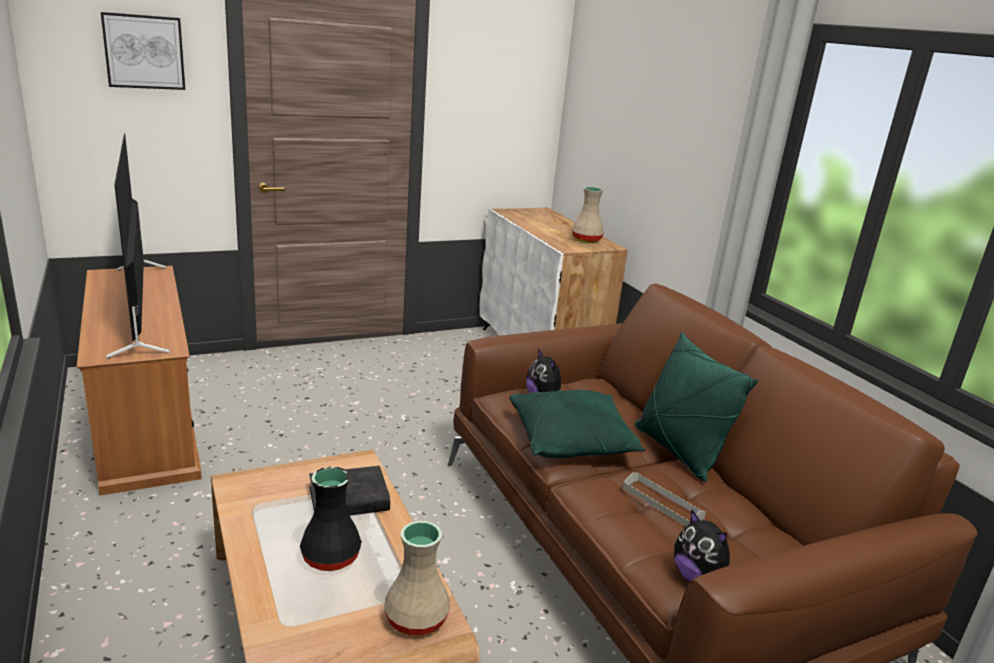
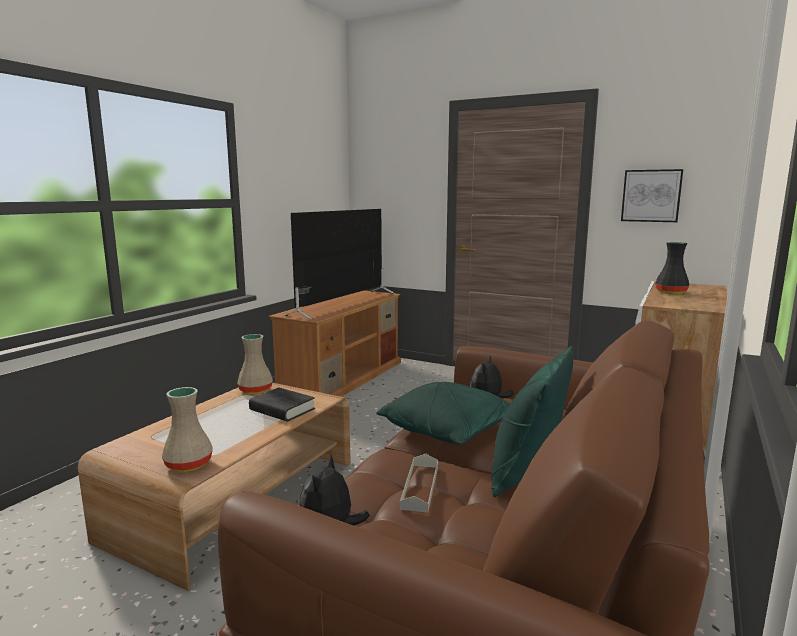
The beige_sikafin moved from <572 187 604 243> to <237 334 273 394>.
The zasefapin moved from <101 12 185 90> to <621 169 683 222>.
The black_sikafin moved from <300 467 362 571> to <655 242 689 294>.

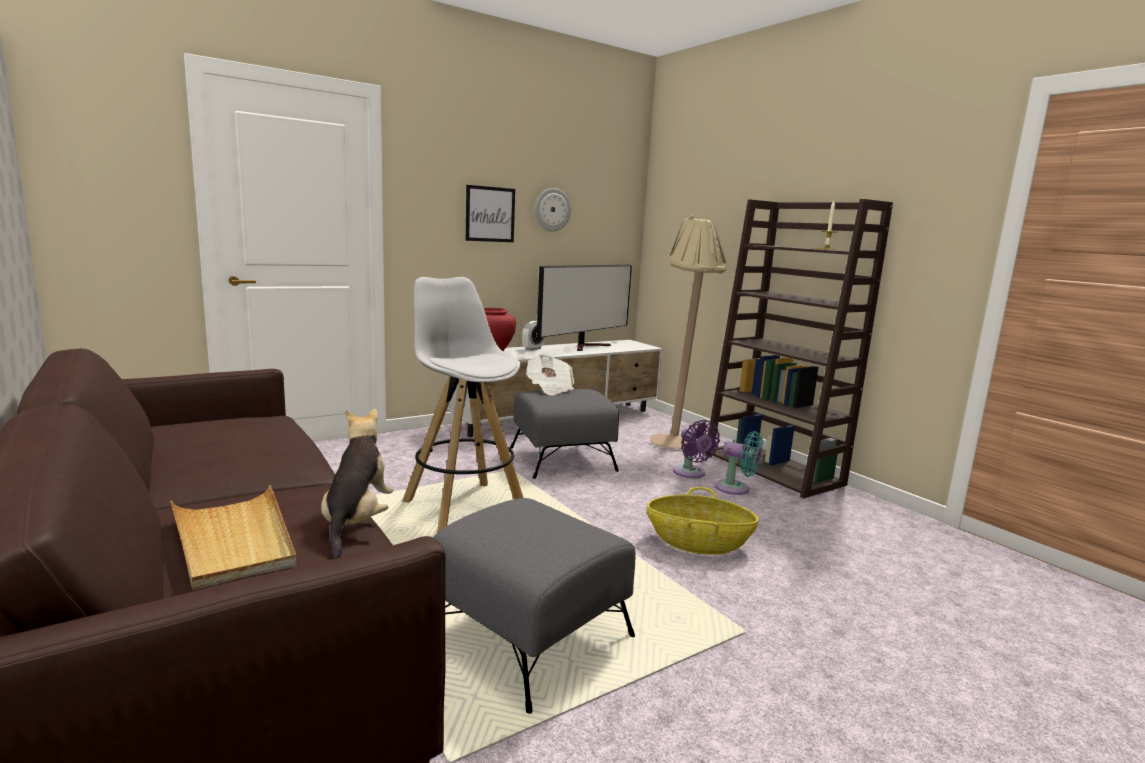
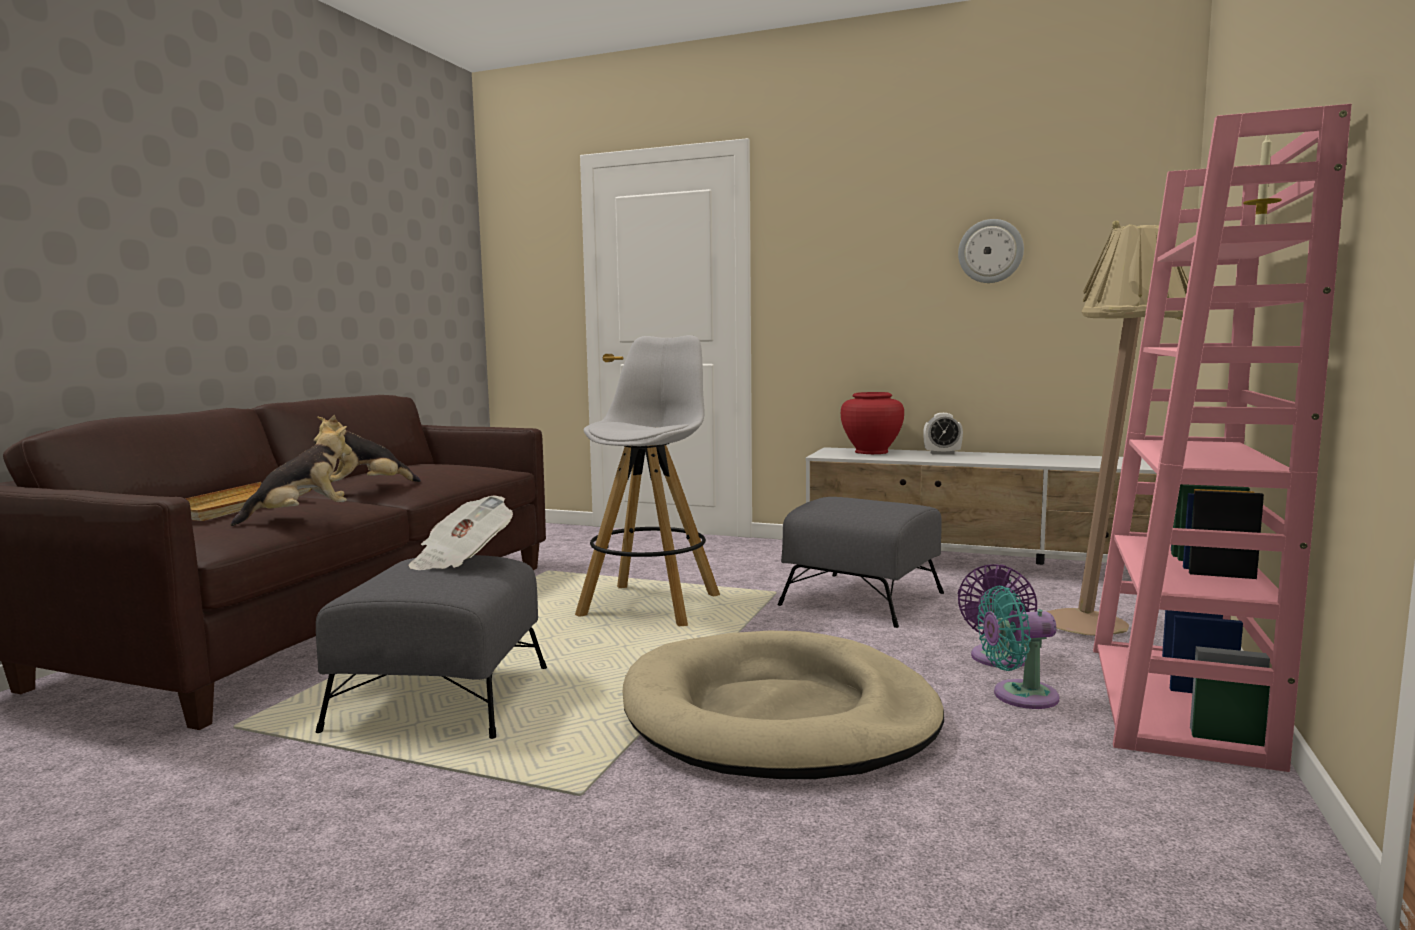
The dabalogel at <314 415 421 482> appeared.
The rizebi moved from <526 354 574 395> to <408 496 513 570>.
The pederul at <646 487 759 555> was replaced by the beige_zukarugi at <623 631 944 779>.
The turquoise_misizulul at <715 431 763 495> turned 90 degrees clockwise.
The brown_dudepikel at <705 199 893 499> became the pink_dudepikel at <1093 104 1352 772>.
The zasefapin at <466 185 515 242> disappeared.
The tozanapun at <537 265 632 351> disappeared.

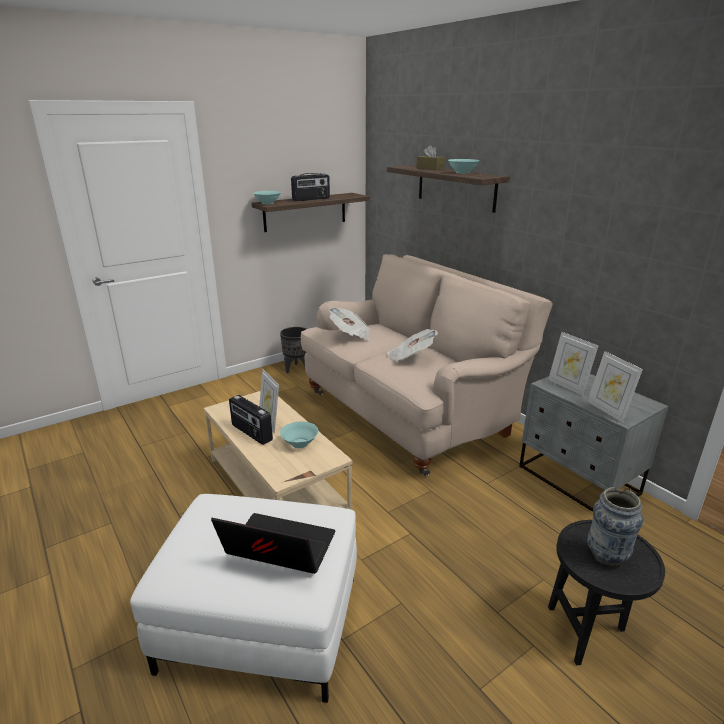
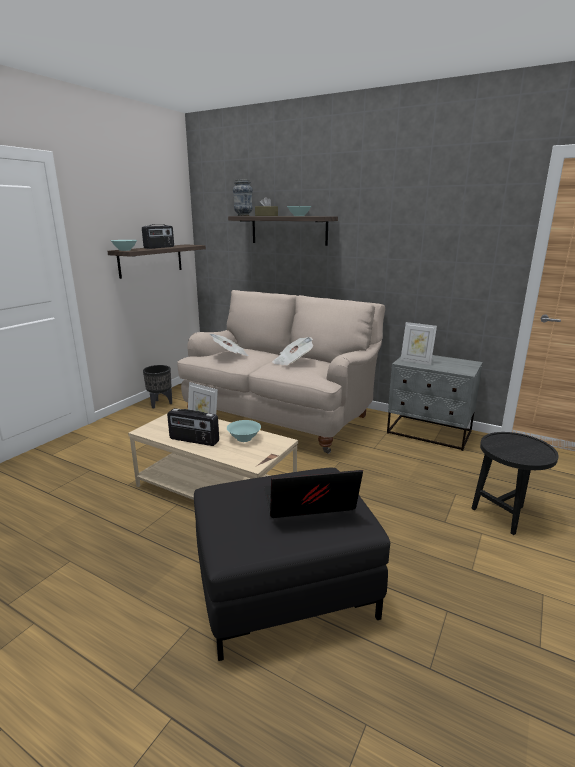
The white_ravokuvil at <130 494 357 703> became the black_ravokuvil at <194 468 390 661>.
The sikafin moved from <587 487 643 567> to <233 179 253 216>.
The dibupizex at <587 351 643 423> disappeared.

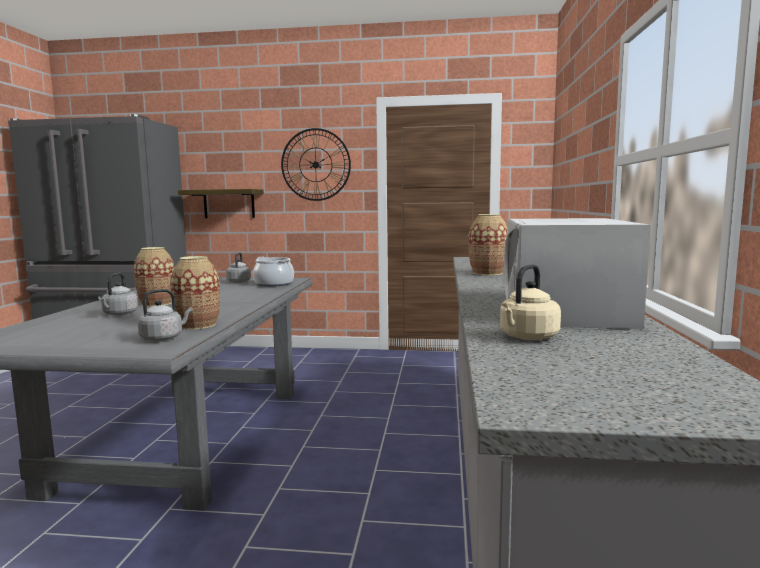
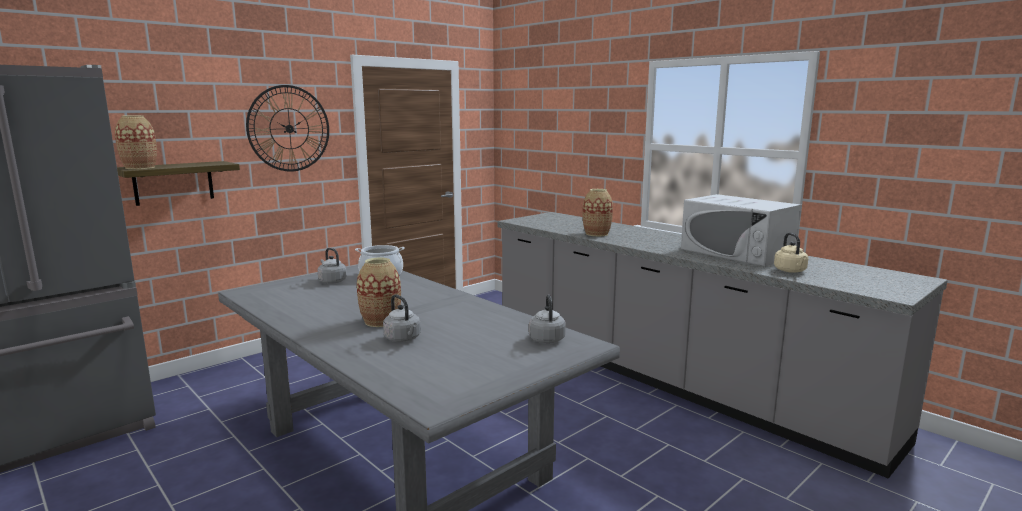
The sikafin moved from <170 256 220 330> to <115 115 157 169>.

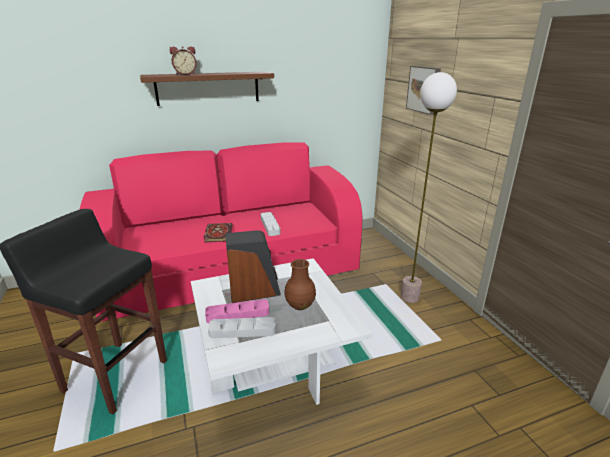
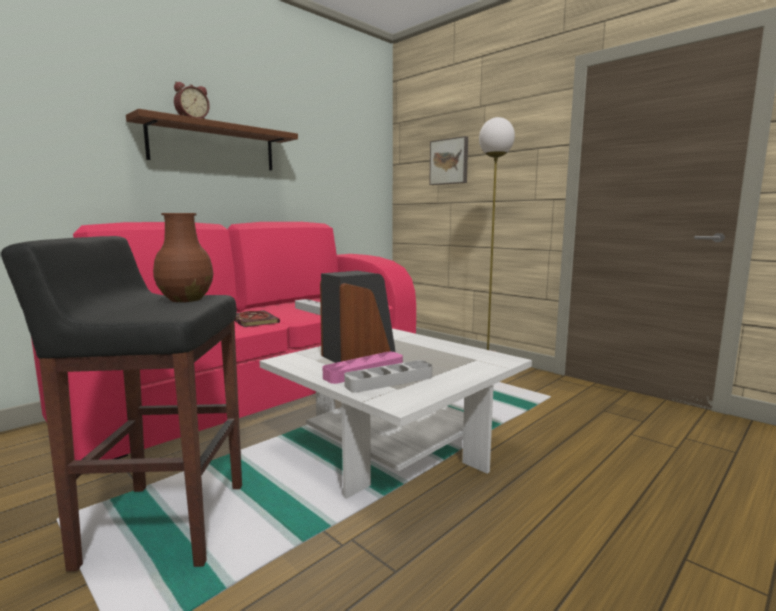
The brown_sikafin moved from <284 259 316 310> to <153 213 213 302>.

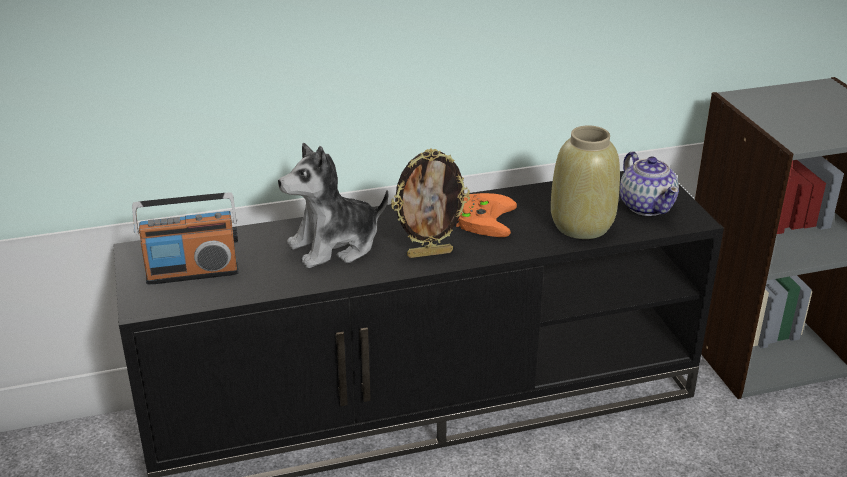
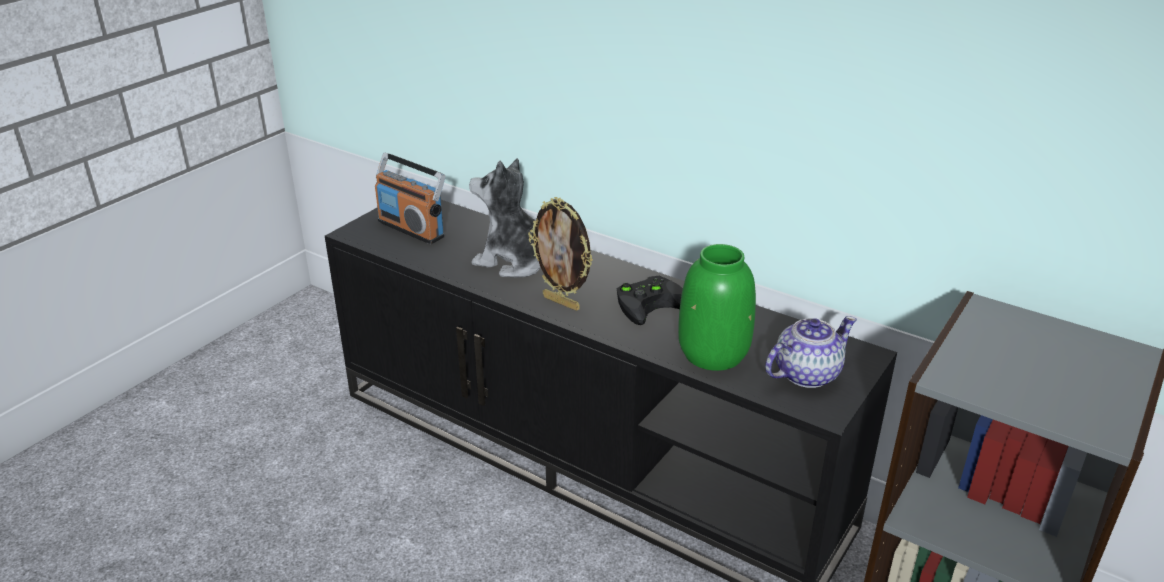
The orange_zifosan at <456 193 517 237> became the black_zifosan at <617 276 683 325>.
The beige_sikafin at <551 126 620 239> became the green_sikafin at <678 244 756 371>.
The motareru at <620 152 679 216> turned 150 degrees counterclockwise.

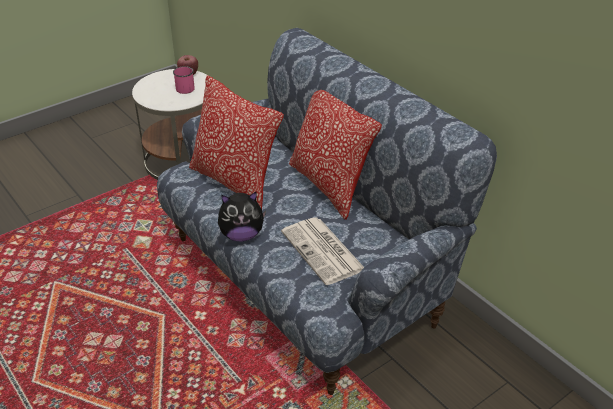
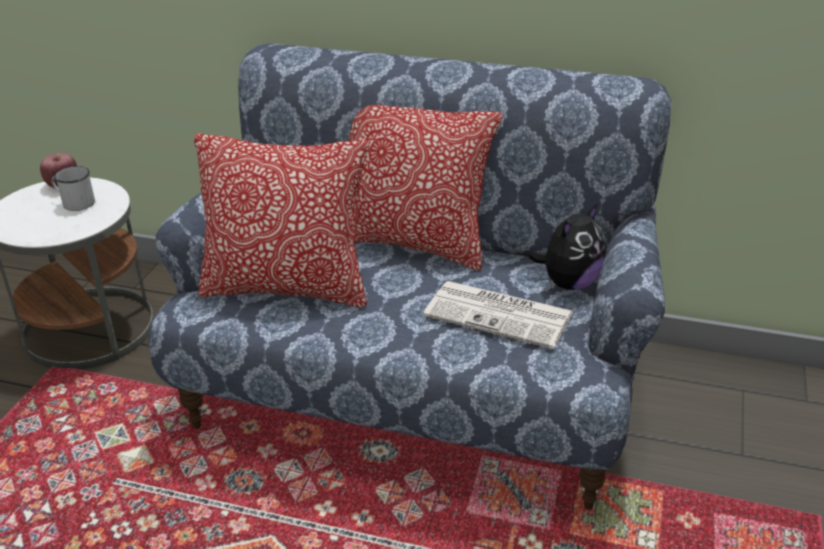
The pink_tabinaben at <173 66 195 94> became the white_tabinaben at <51 166 95 211>.
The dabalogel moved from <218 191 266 241> to <529 203 607 290>.

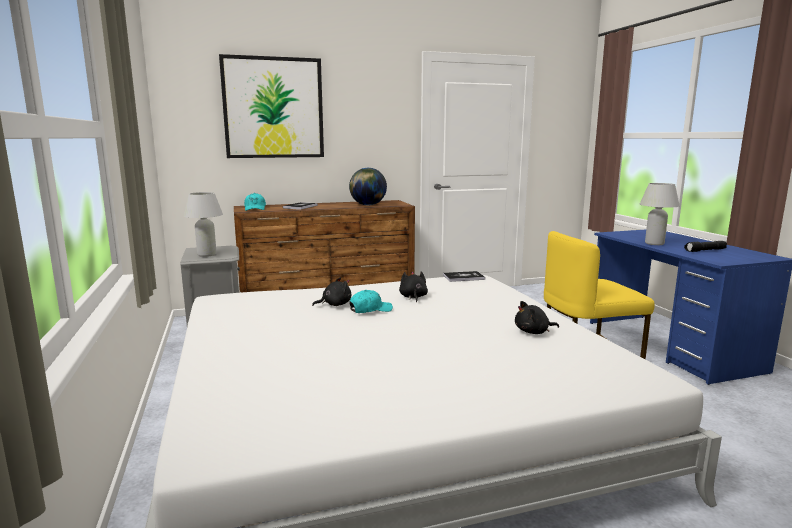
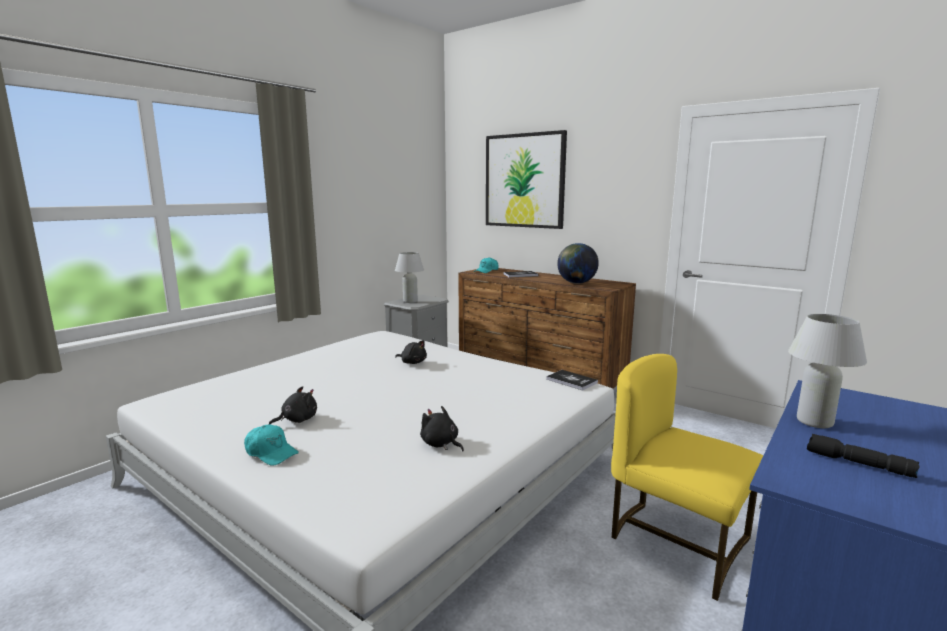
The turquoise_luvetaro moved from <349 290 393 313> to <244 425 299 466>.
The black_dabalogel moved from <399 271 428 302> to <269 386 317 425>.

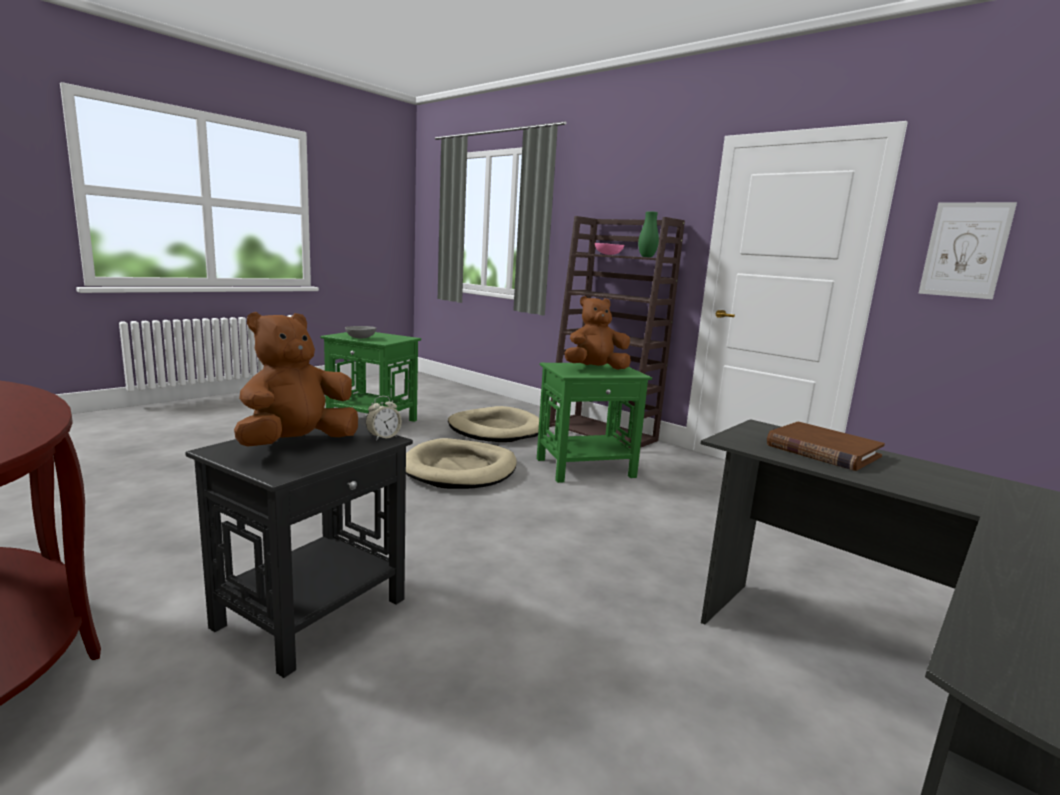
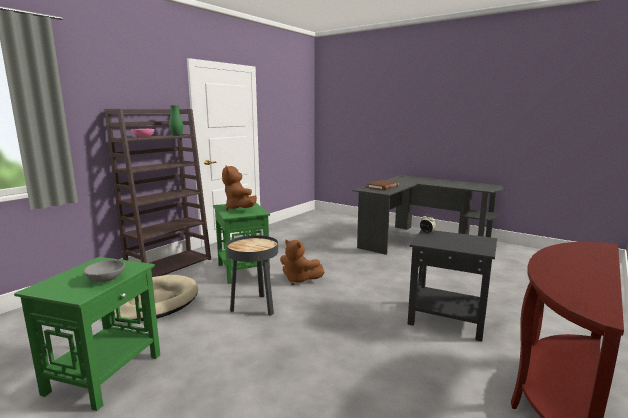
The beige_zukarugi at <406 438 517 489> was replaced by the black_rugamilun at <227 235 278 316>.
The brown_dabalogel moved from <234 312 358 446> to <280 240 324 285>.
The zasefapin at <918 202 1017 299> disappeared.

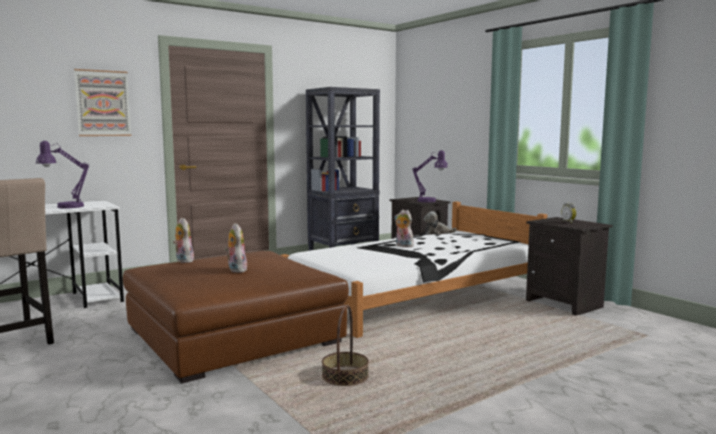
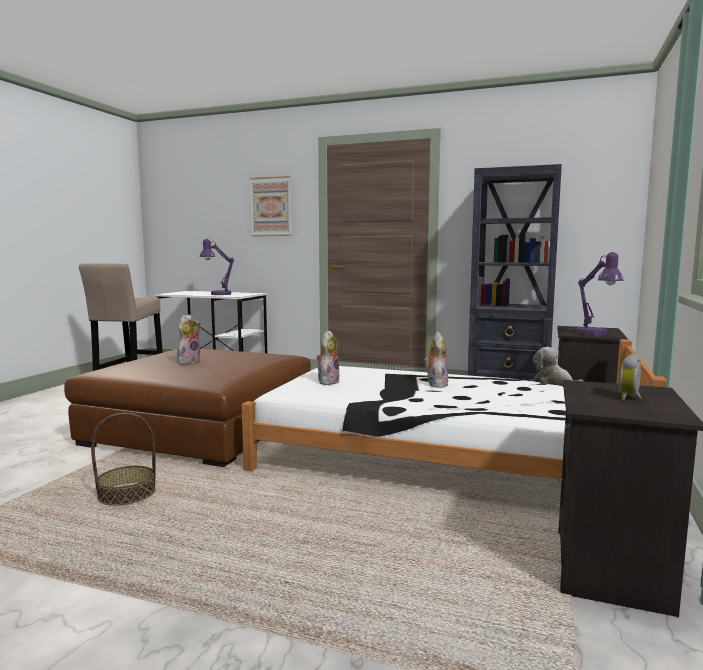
The dabalogel moved from <173 218 194 263> to <316 330 339 385>.

